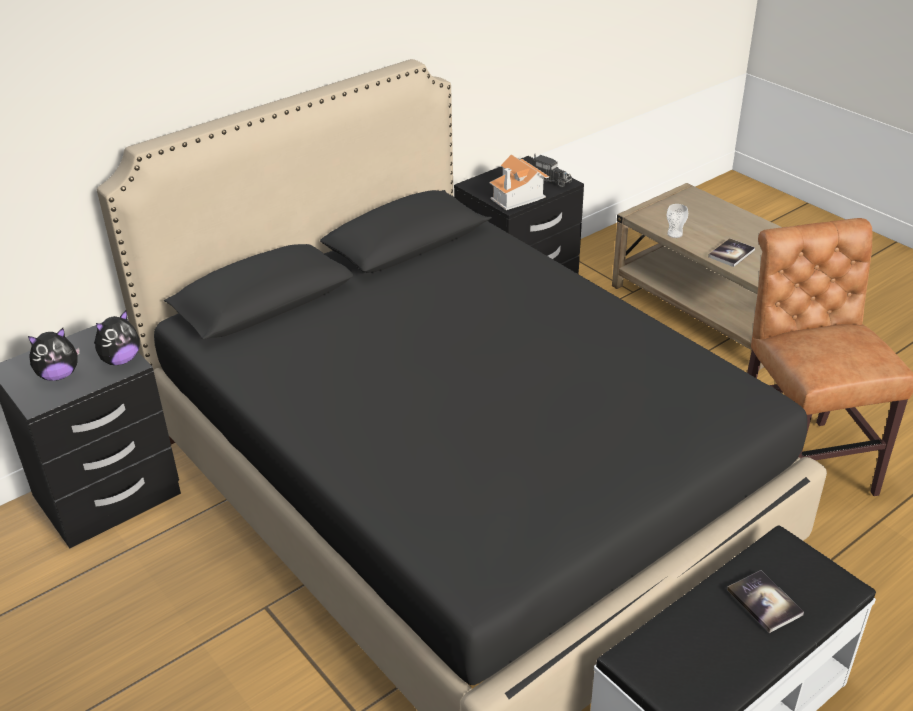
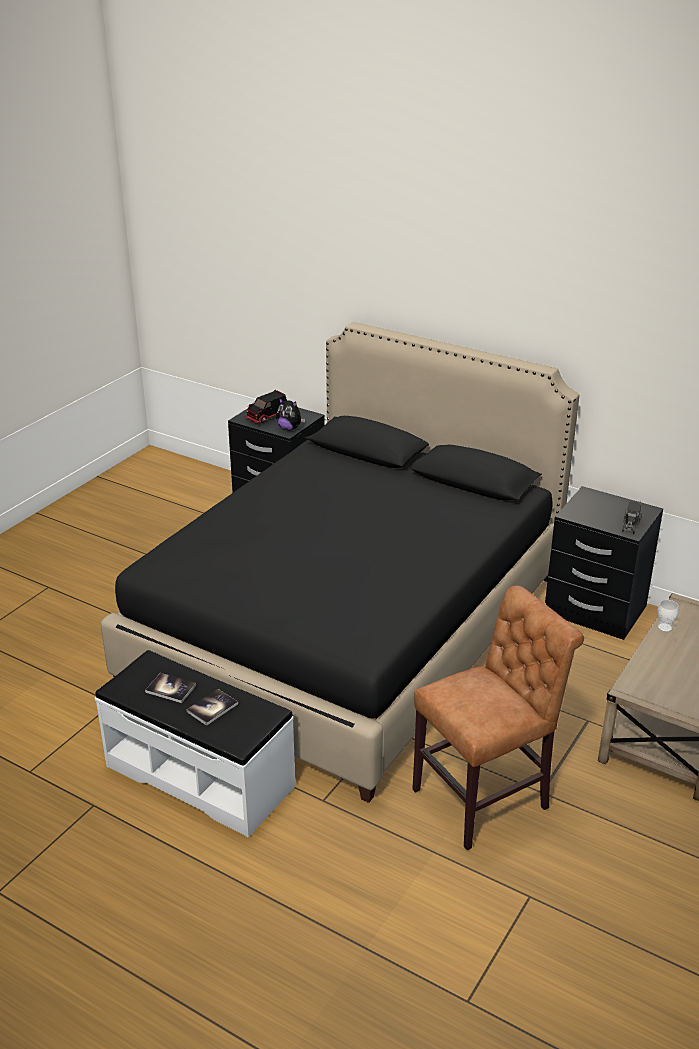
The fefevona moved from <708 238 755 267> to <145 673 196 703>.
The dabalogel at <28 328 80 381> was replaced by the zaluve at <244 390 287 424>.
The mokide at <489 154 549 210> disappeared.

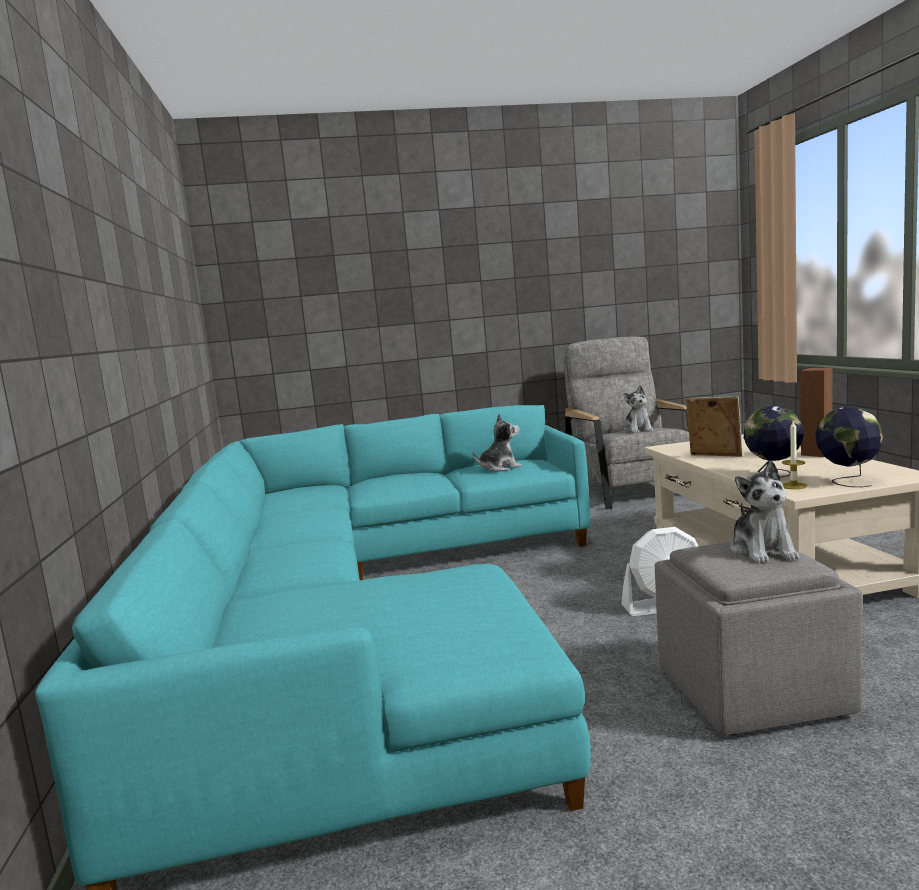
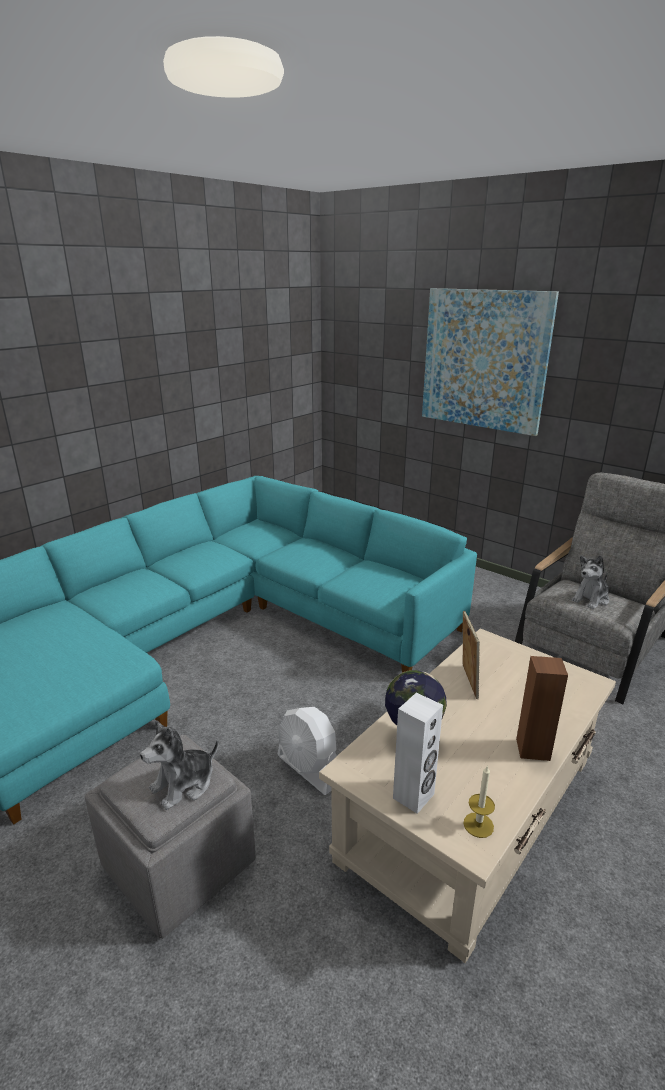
The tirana at <815 407 883 487> was replaced by the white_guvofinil at <393 693 443 814>.
The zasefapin at <422 288 559 436> appeared.
The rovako moved from <782 421 808 489> to <464 765 495 838>.
The dabalogel at <473 414 522 472> disappeared.

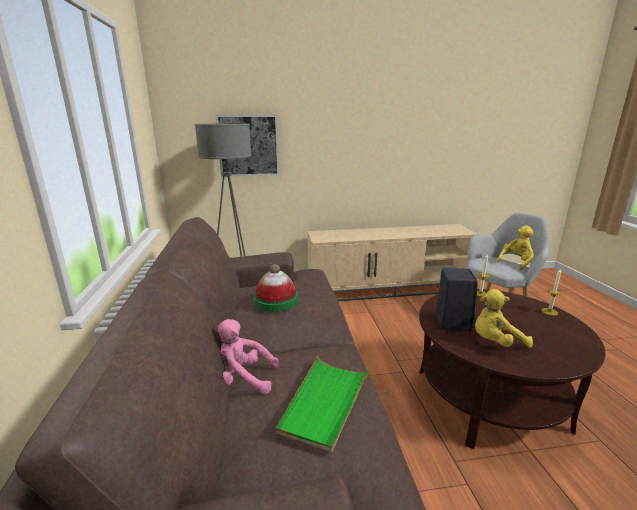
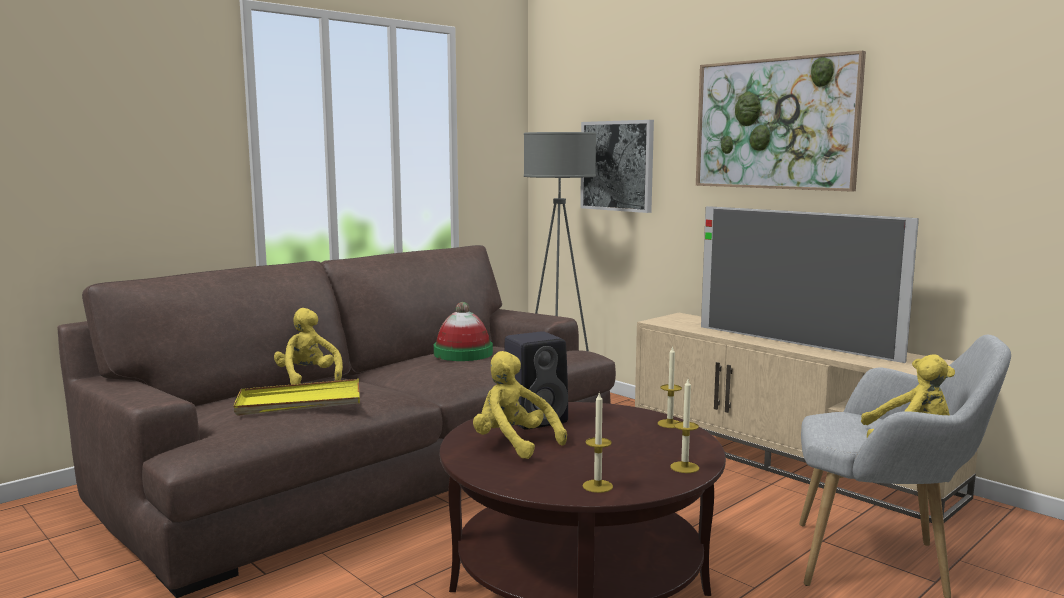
The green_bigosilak at <276 356 370 452> became the yellow_bigosilak at <234 379 360 416>.
The pink_dabalogel at <215 319 279 394> became the yellow_dabalogel at <274 308 343 385>.
The rovako at <583 393 613 493> appeared.
The zasefapin at <696 51 866 192> appeared.
The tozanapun at <701 206 919 363> appeared.

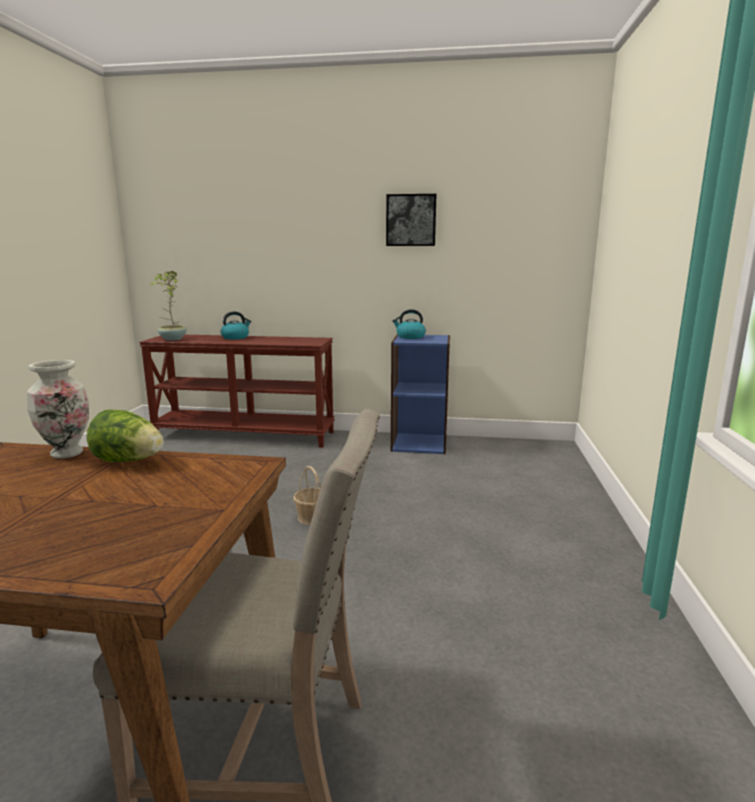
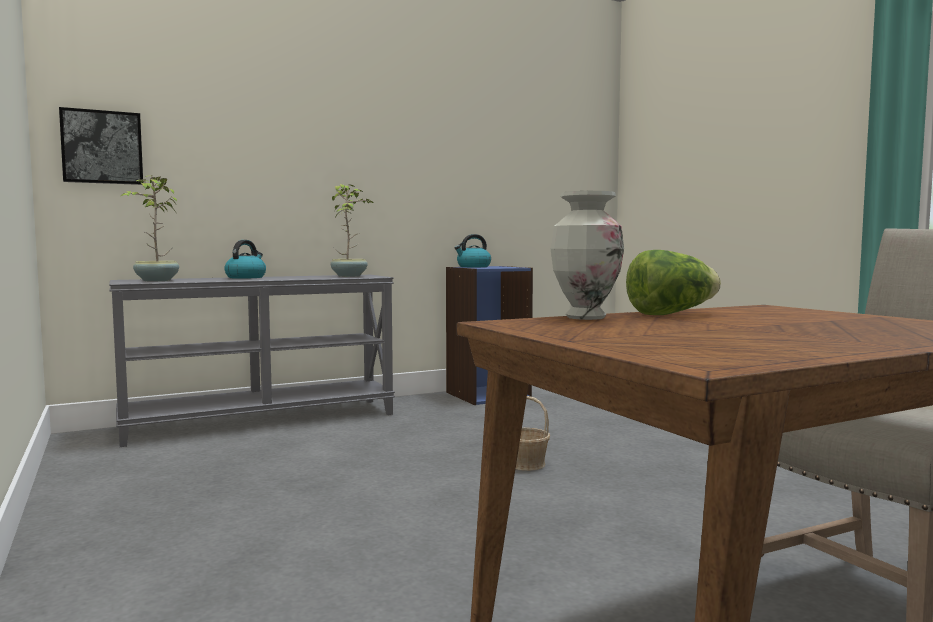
The zasefapin moved from <386 194 436 246> to <59 107 143 185>.
The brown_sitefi at <139 335 335 448> became the grey_sitefi at <109 275 395 447>.
The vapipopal at <330 184 373 277> appeared.

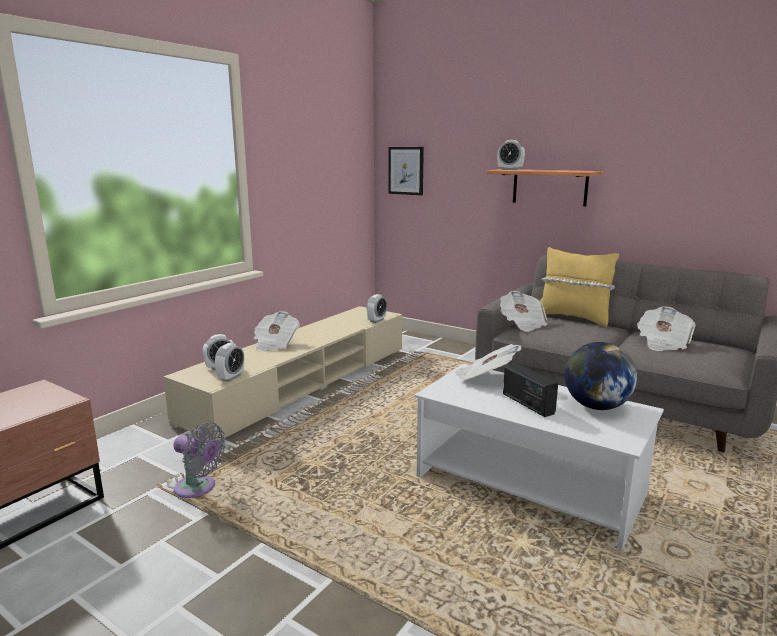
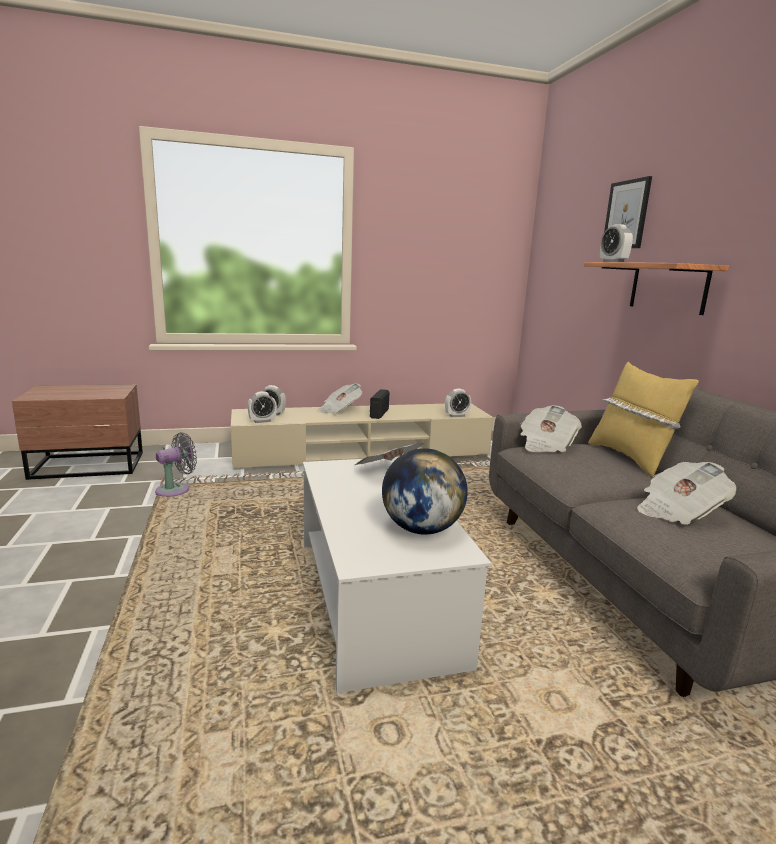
The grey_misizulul at <173 422 225 498> turned 105 degrees counterclockwise.
The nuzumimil moved from <503 363 558 417> to <370 389 390 419>.
The zasefapin moved from <388 147 424 195> to <604 176 652 248>.

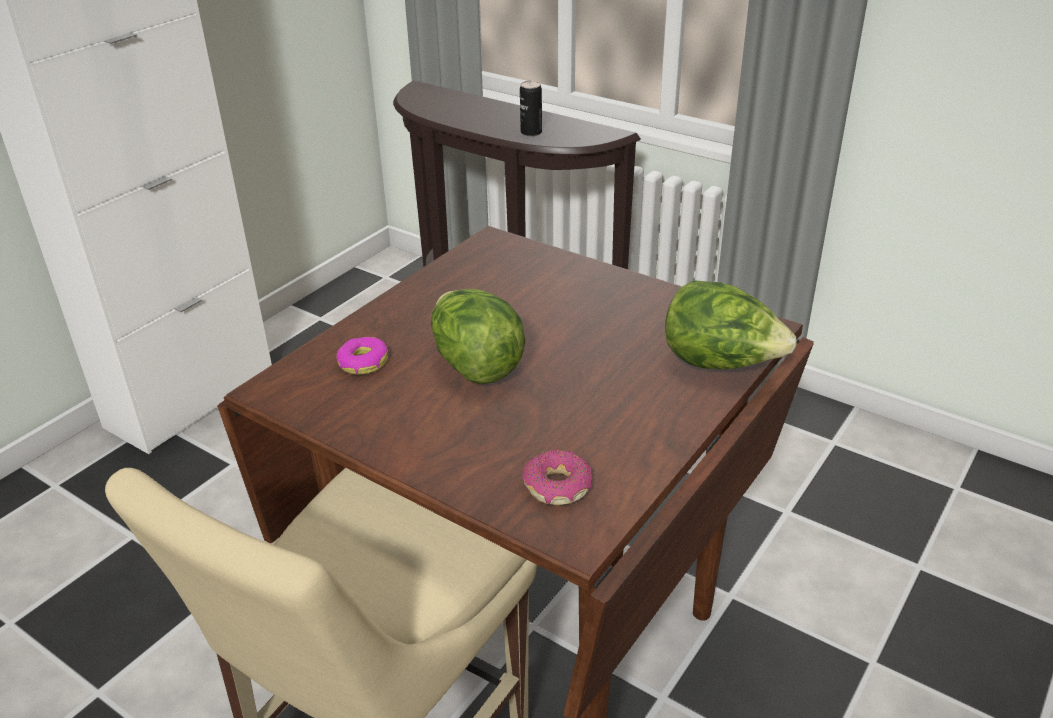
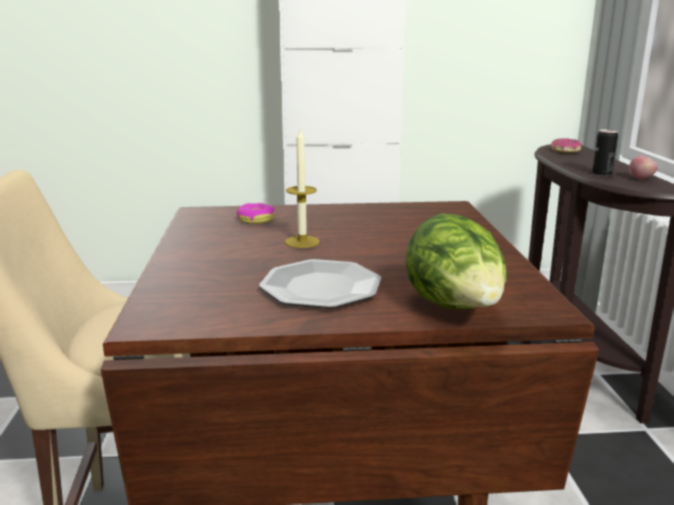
The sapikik at <259 259 382 308> appeared.
The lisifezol at <431 289 526 384> was replaced by the rovako at <285 130 320 248>.
The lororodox moved from <522 450 592 505> to <551 138 582 153>.
The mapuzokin at <629 155 658 180> appeared.

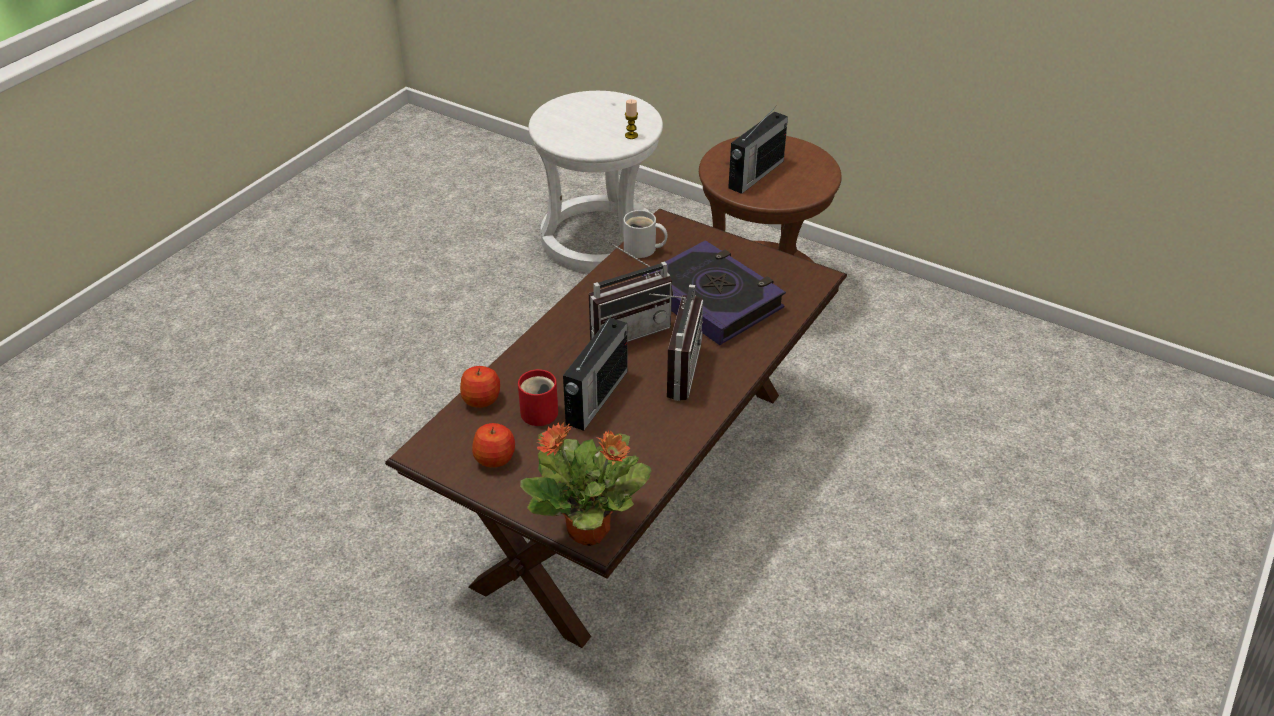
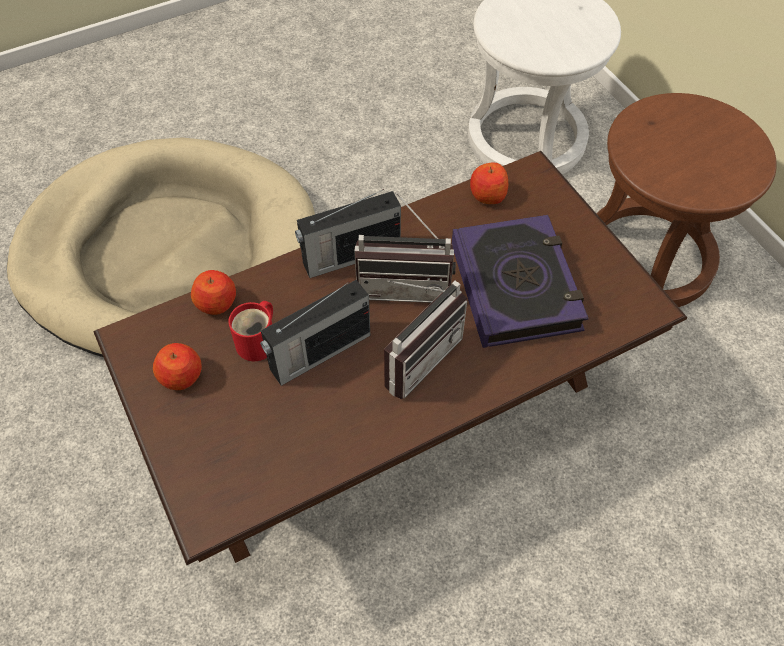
The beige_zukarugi at <7 137 315 357> appeared.
The nuzumimil moved from <728 105 788 194> to <295 189 401 278>.
The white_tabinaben at <623 210 668 258> was replaced by the mapuzokin at <470 163 508 204>.
The vapipopal at <520 422 651 546> disappeared.
The rovako at <625 99 638 139> disappeared.

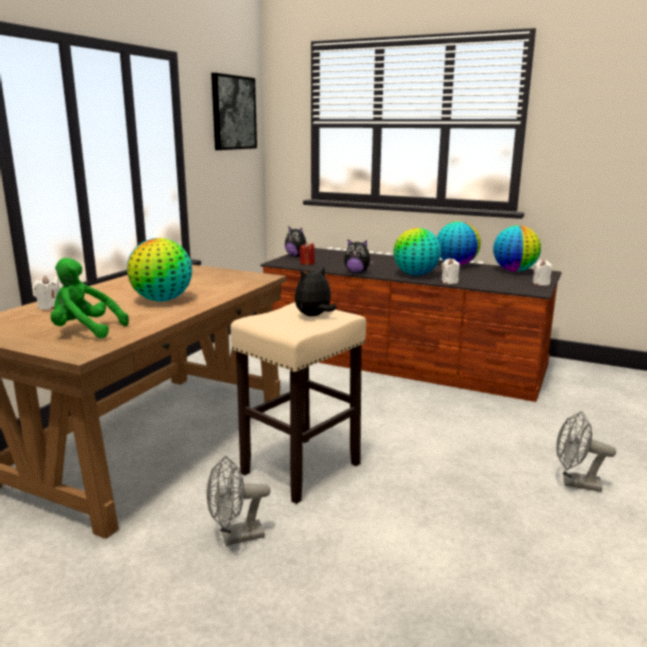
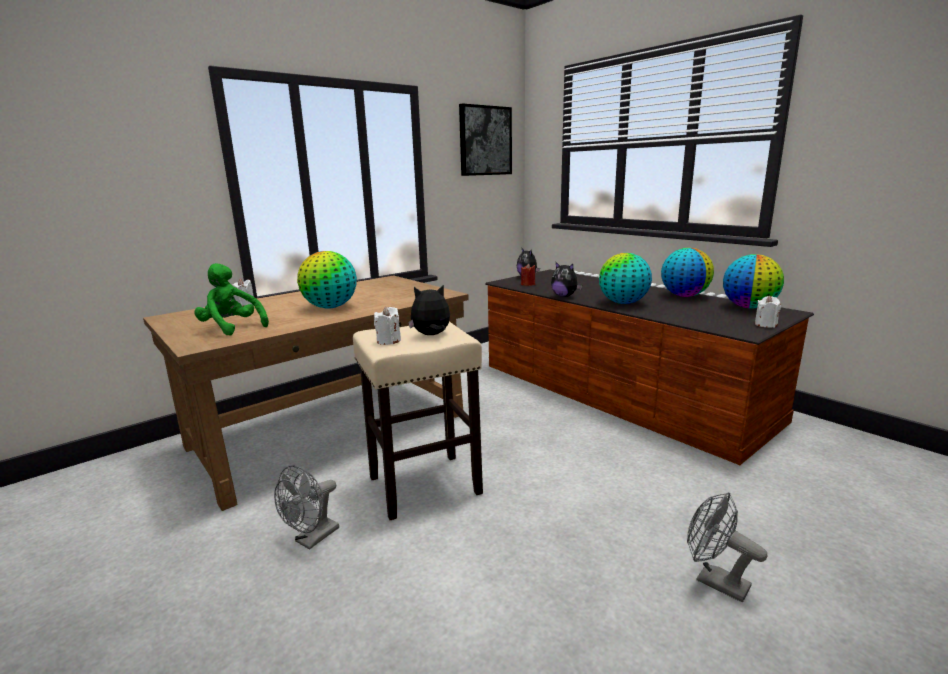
The grey_misizulul at <207 456 270 546> turned 60 degrees counterclockwise.
The white_rovako moved from <442 258 459 284> to <374 307 401 345>.

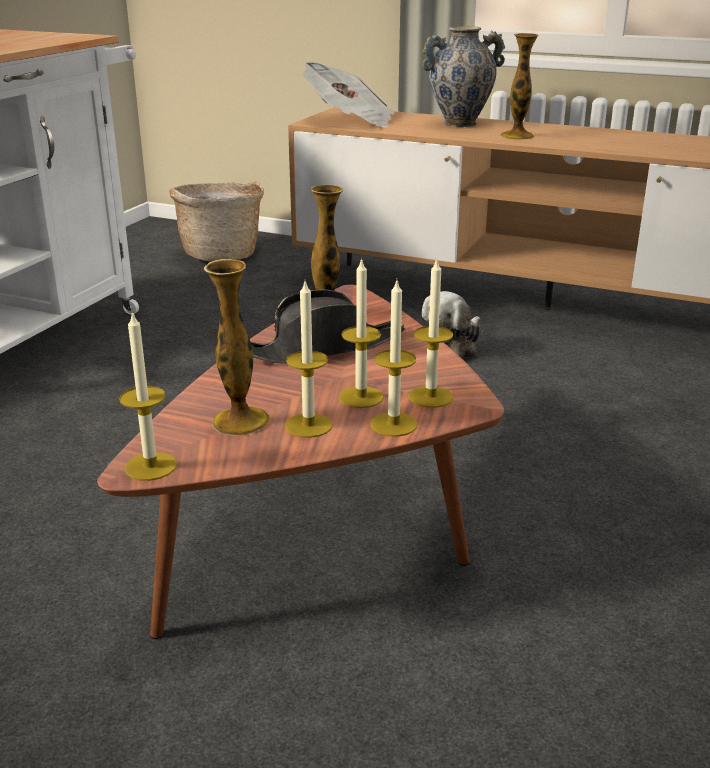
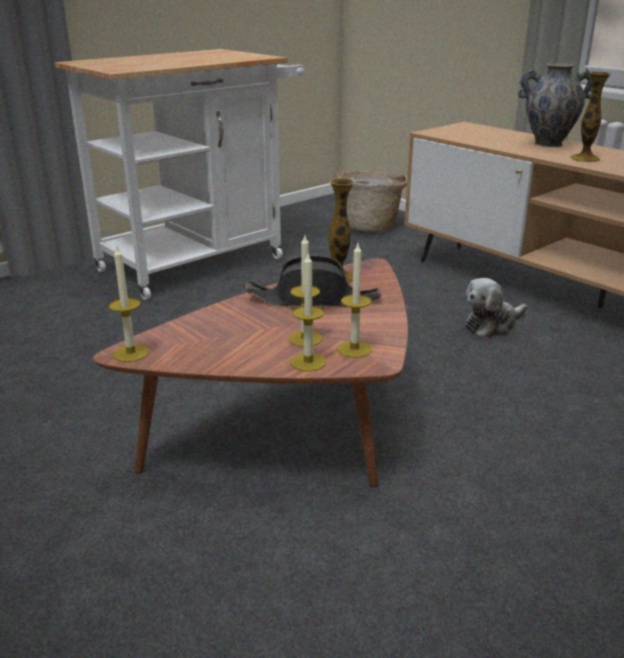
The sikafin at <204 259 270 436> disappeared.
The rovako at <285 282 333 438> disappeared.
The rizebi at <302 61 394 128> disappeared.

